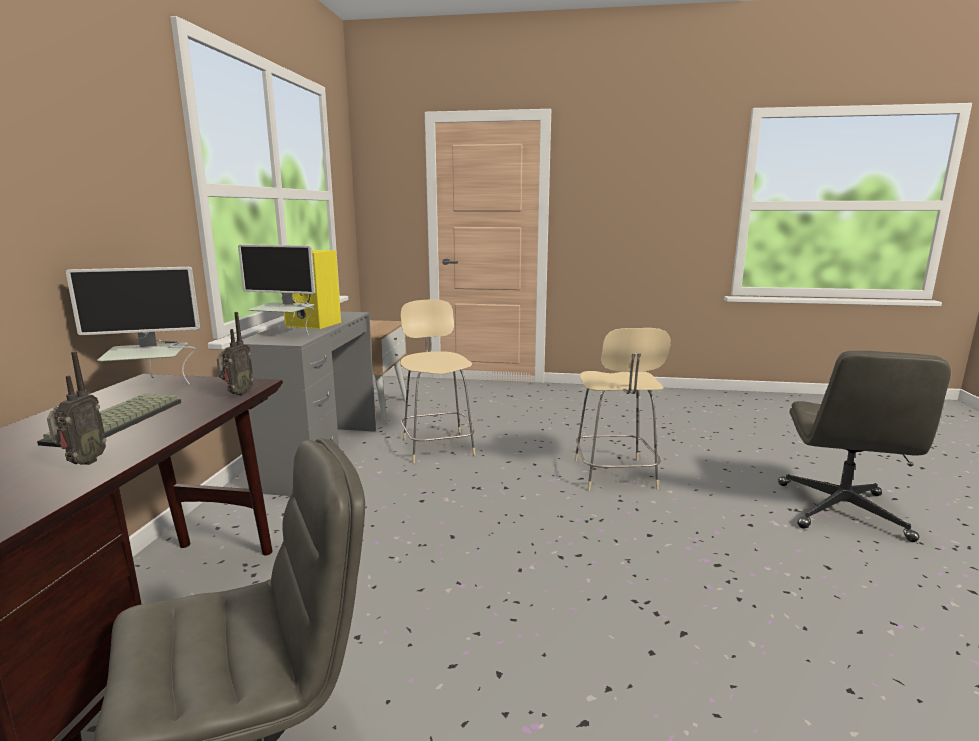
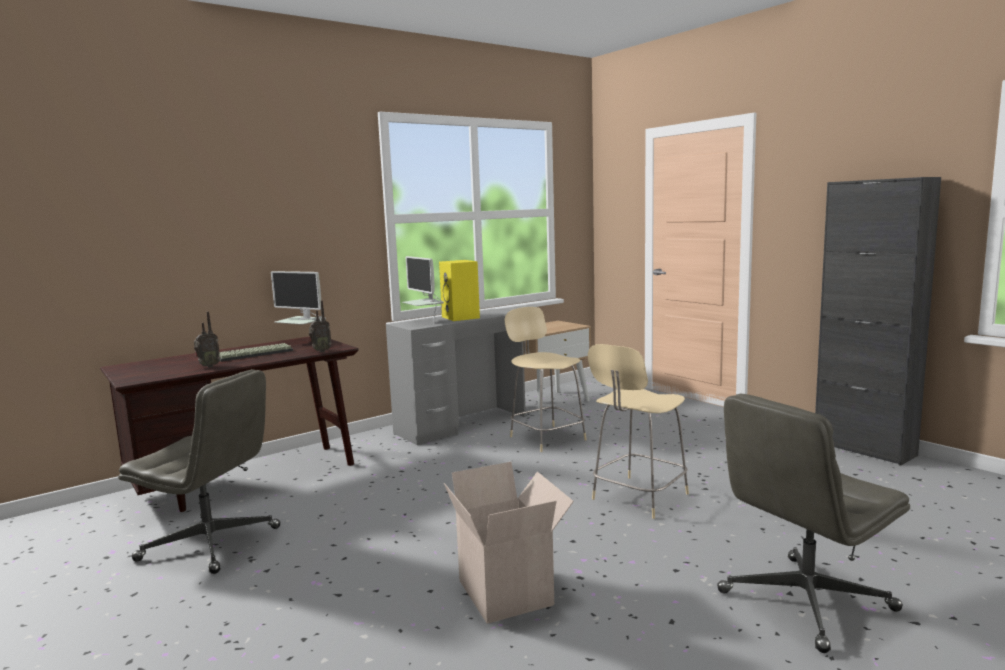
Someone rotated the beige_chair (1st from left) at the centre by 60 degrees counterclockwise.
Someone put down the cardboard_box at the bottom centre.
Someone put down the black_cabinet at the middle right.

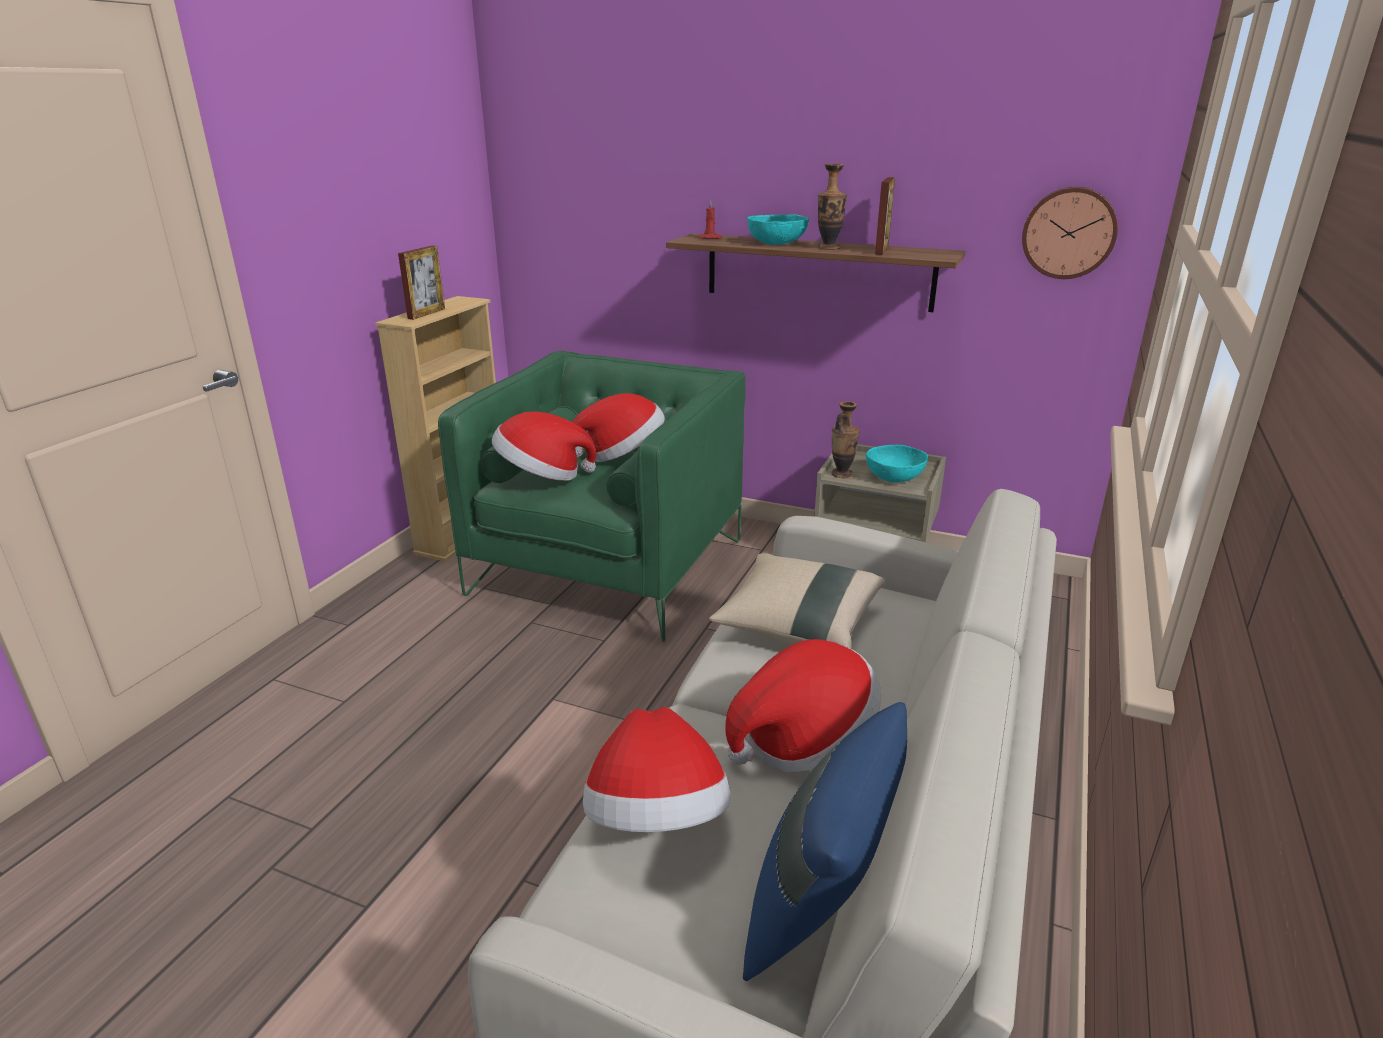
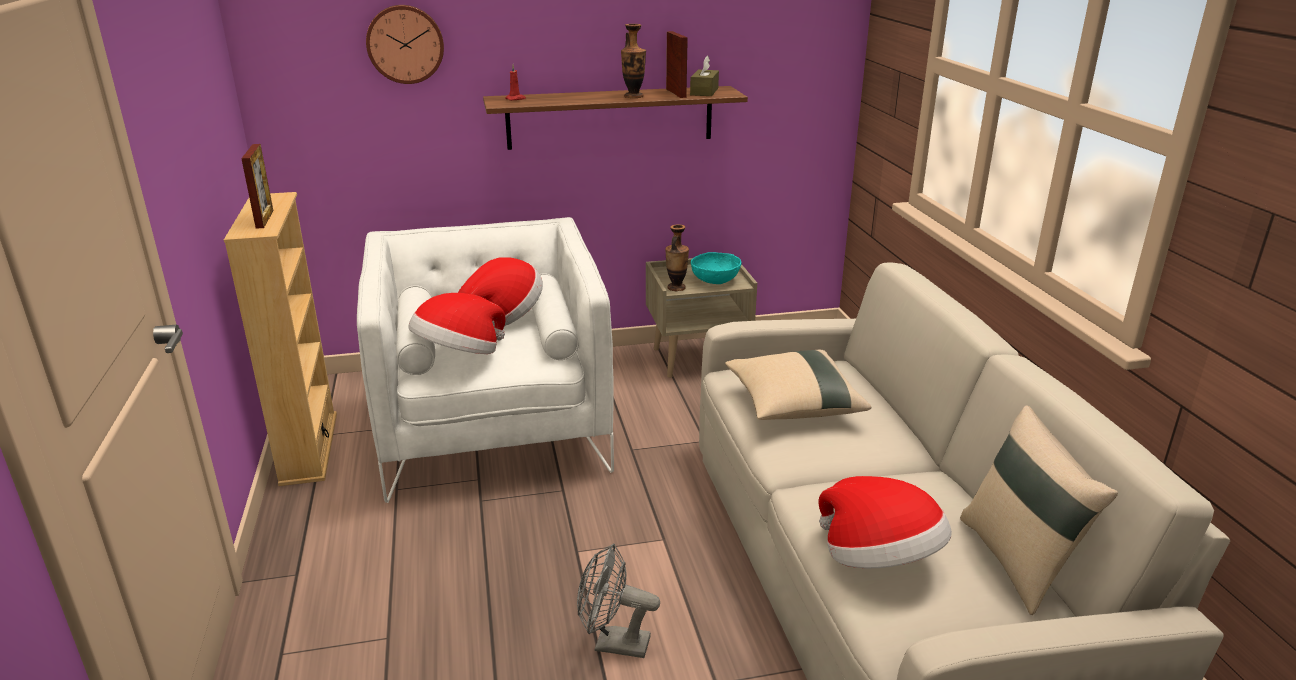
Someone repainted the green_armchair at the centre, which became the white_armchair at the centre.
Someone took away the hat (4th from left) at the bottom centre.
Someone repainted the blue_pillow at the bottom centre, which became the beige_pillow (2nd from left) at the bottom right.
Someone took away the turquoise_bowl (1st from left) at the top centre.
Someone carried the wall_clock from the top right to the top left.
Someone put down the grey_fan at the bottom centre.
Someone put down the brown_tissue_box at the top centre.

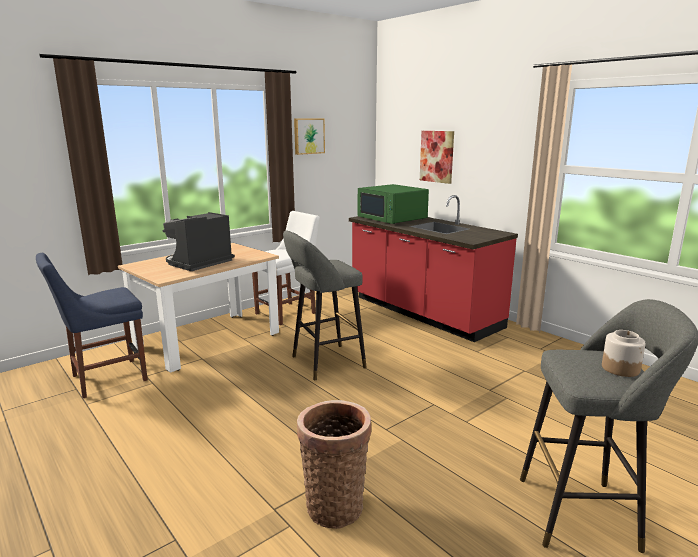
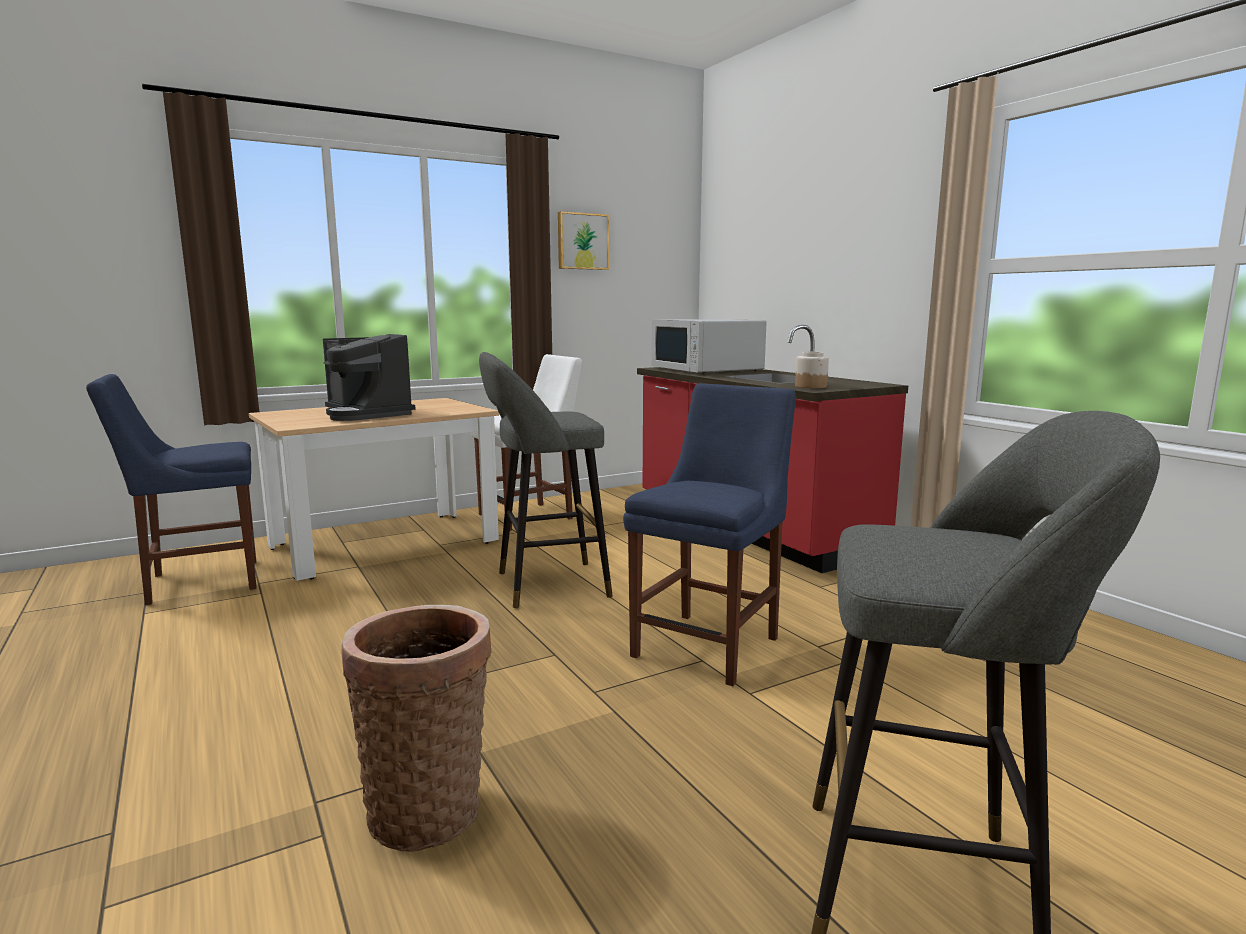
Someone rotated the coffee_machine at the middle left by 90 degrees counterclockwise.
Someone repainted the green_microwave at the centre, which became the white_microwave at the centre.
Someone took away the picture (2nd from left) at the top centre.
Someone carried the jar from the middle right to the centre.
Someone put down the blue_chair (2nd from left) at the centre.

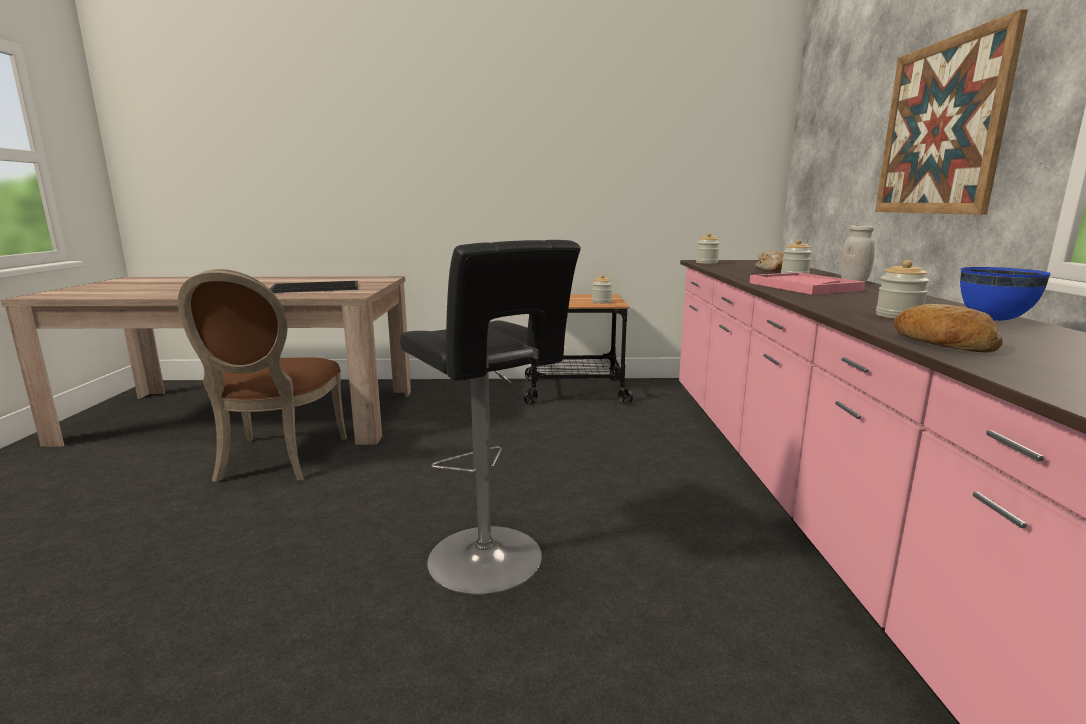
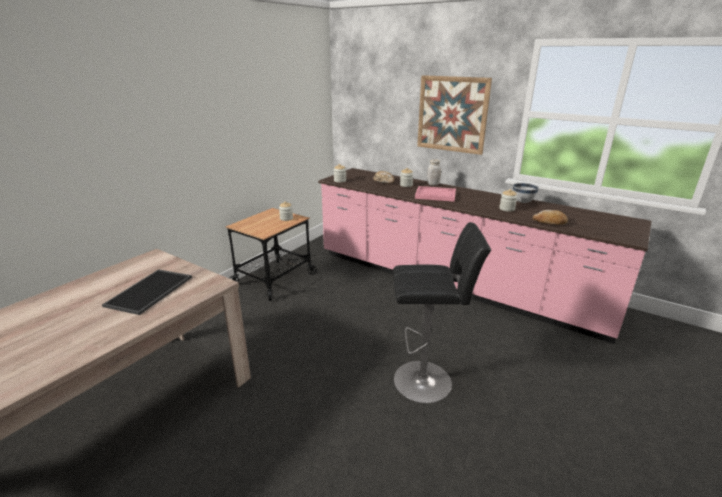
Someone took away the brown_chair at the middle left.
Someone repainted the blue_bowl at the middle right, which became the white_bowl at the middle right.

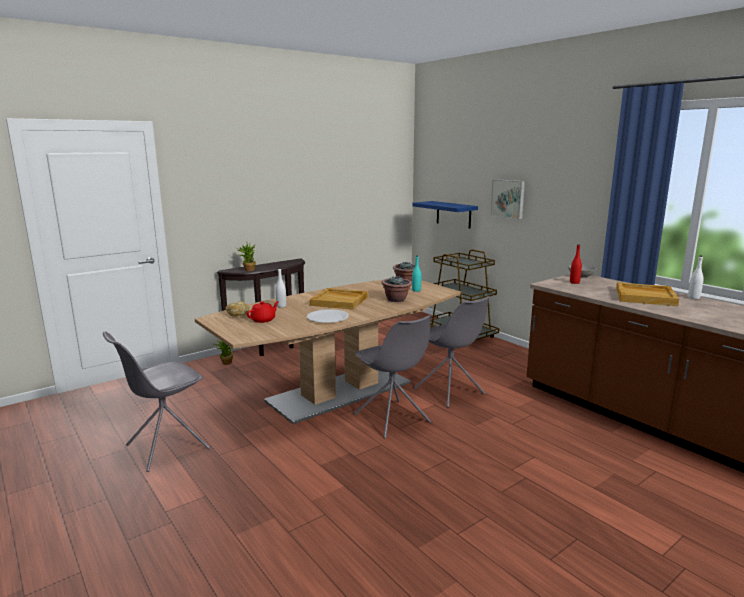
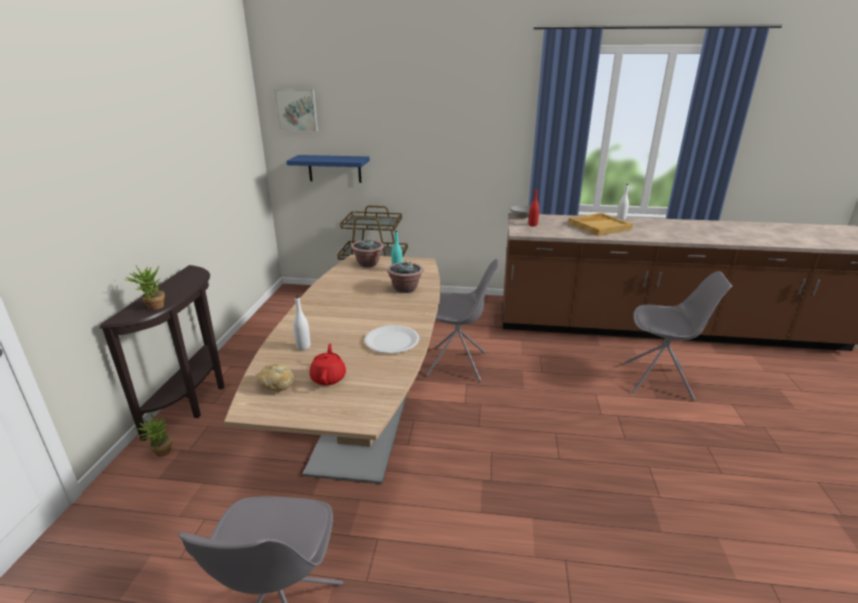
Someone took away the beige_tray (1st from left) at the centre.
Someone carried the grey_chair (2nd from left in the first image) from the centre to the middle right.
Someone carried the picture from the middle right to the top centre.

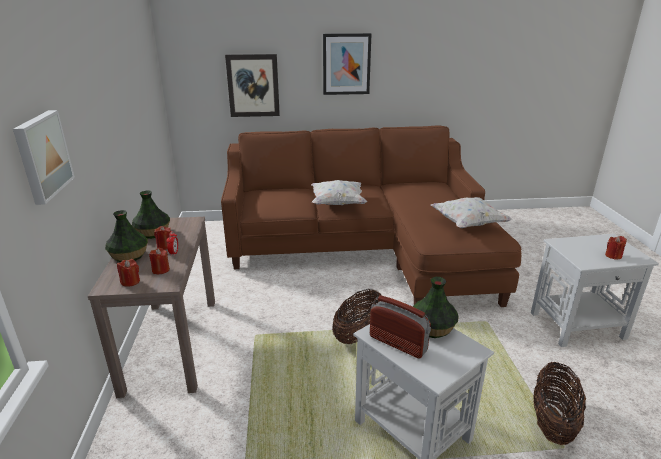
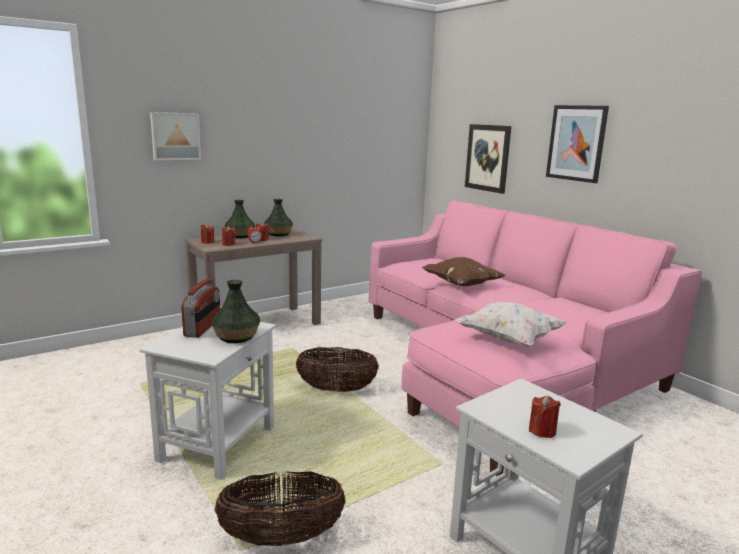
Someone repainted the brown_sofa at the centre, which became the pink_sofa at the middle right.
Someone repainted the white_pillow (1st from left) at the centre, which became the brown_pillow at the centre.

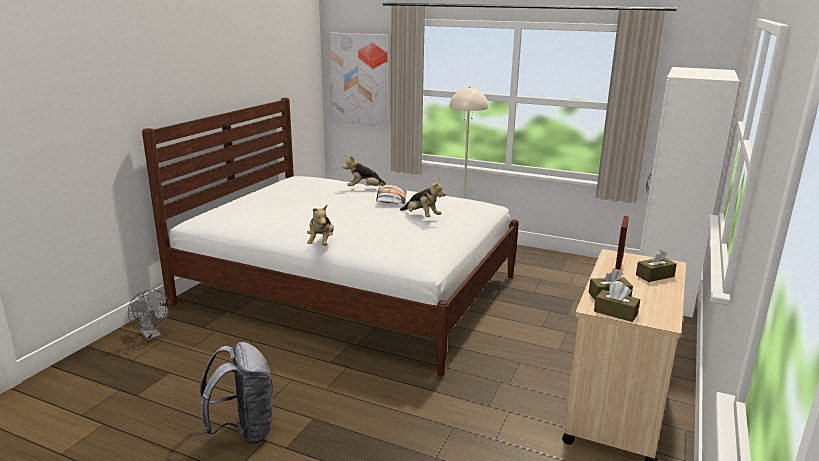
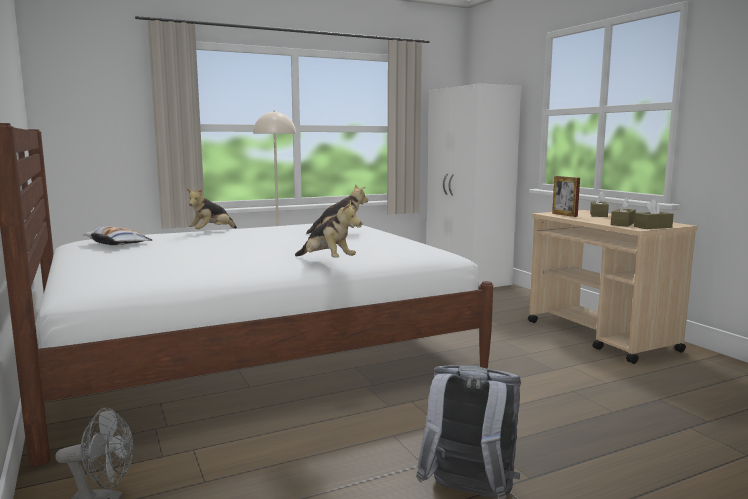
Someone took away the picture at the top centre.
Someone carried the pillow from the centre to the middle left.

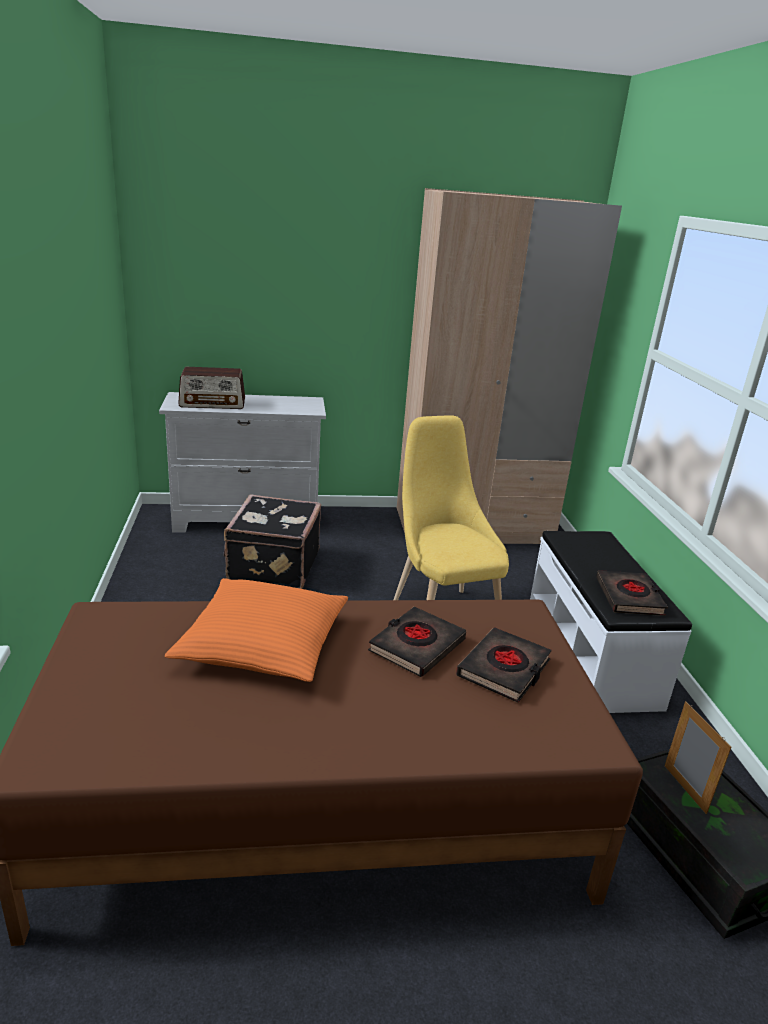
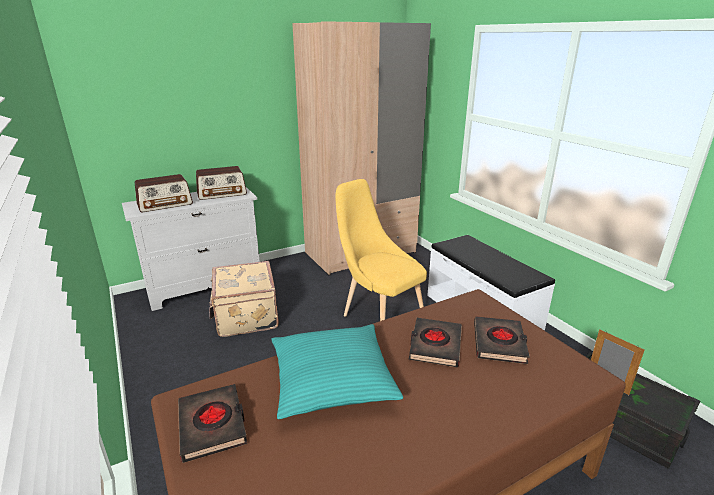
Someone repainted the orange_pillow at the centre, which became the turquoise_pillow at the bottom centre.
Someone repainted the black_suitcase at the centre, which became the beige_suitcase at the centre.
Someone carried the black_book (3rd from left in the first image) from the middle right to the bottom left.
Someone put down the radio (2nd from left) at the middle left.

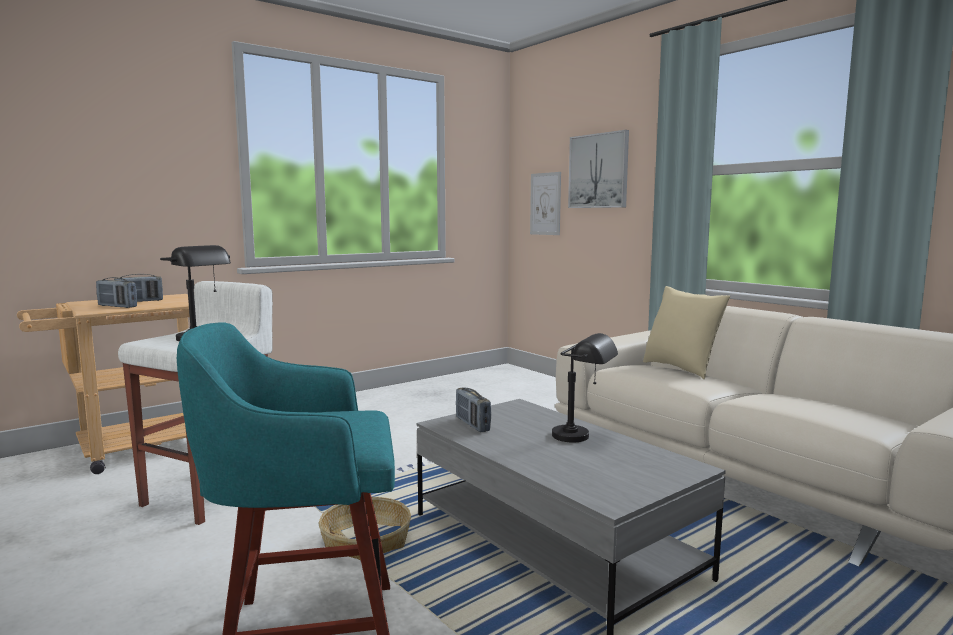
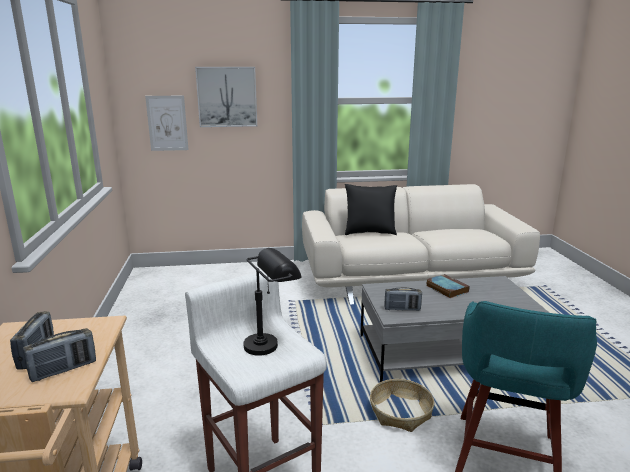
Someone swapped the black_table_lamp (2nd from left) at the centre for the book at the middle right.
Someone repainted the beige_pillow at the middle right, which became the black_pillow at the centre.

